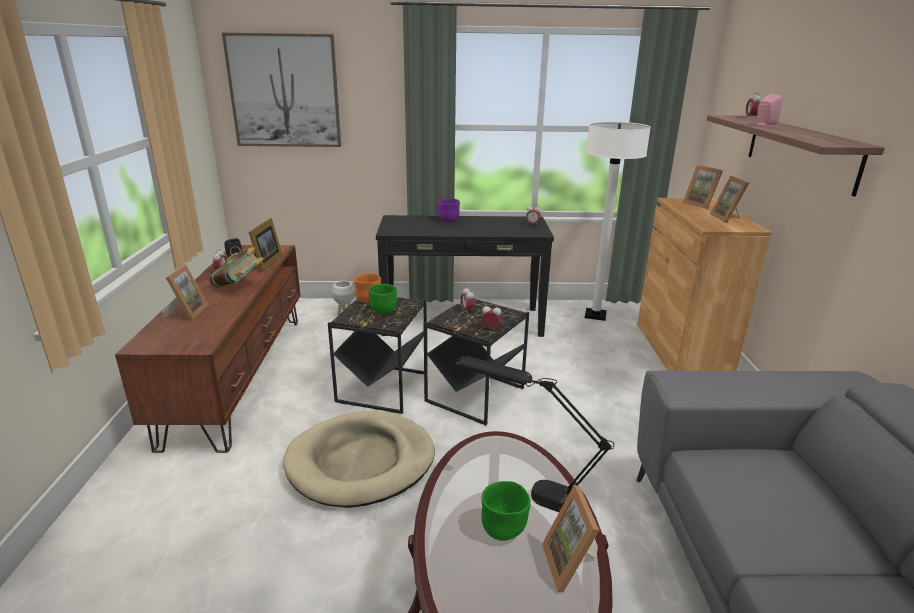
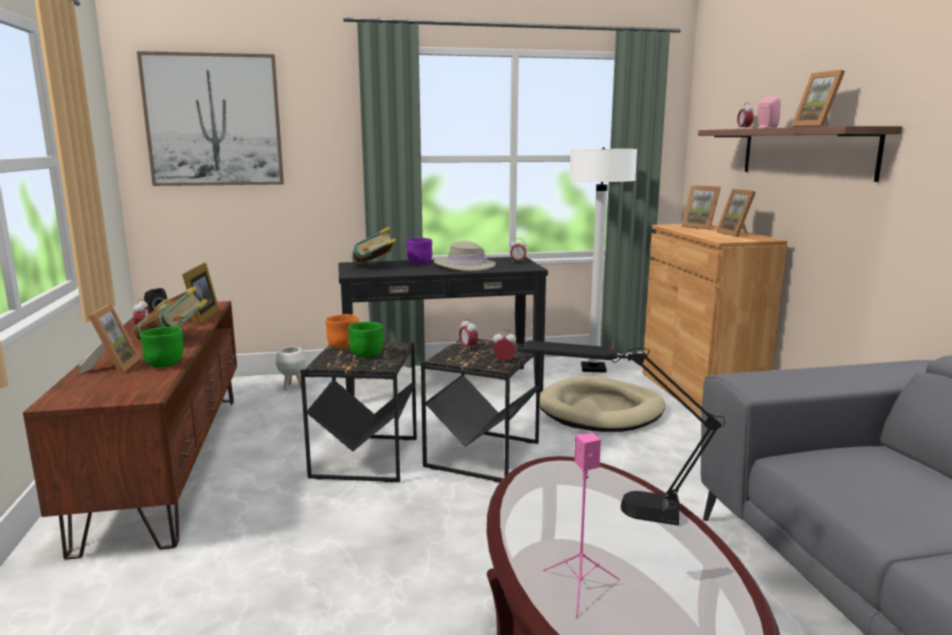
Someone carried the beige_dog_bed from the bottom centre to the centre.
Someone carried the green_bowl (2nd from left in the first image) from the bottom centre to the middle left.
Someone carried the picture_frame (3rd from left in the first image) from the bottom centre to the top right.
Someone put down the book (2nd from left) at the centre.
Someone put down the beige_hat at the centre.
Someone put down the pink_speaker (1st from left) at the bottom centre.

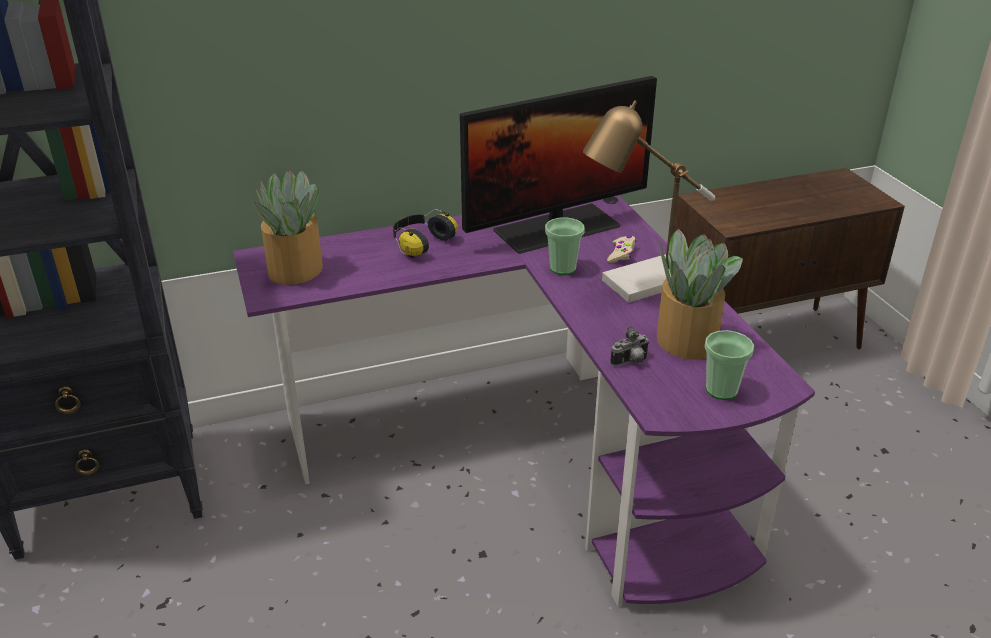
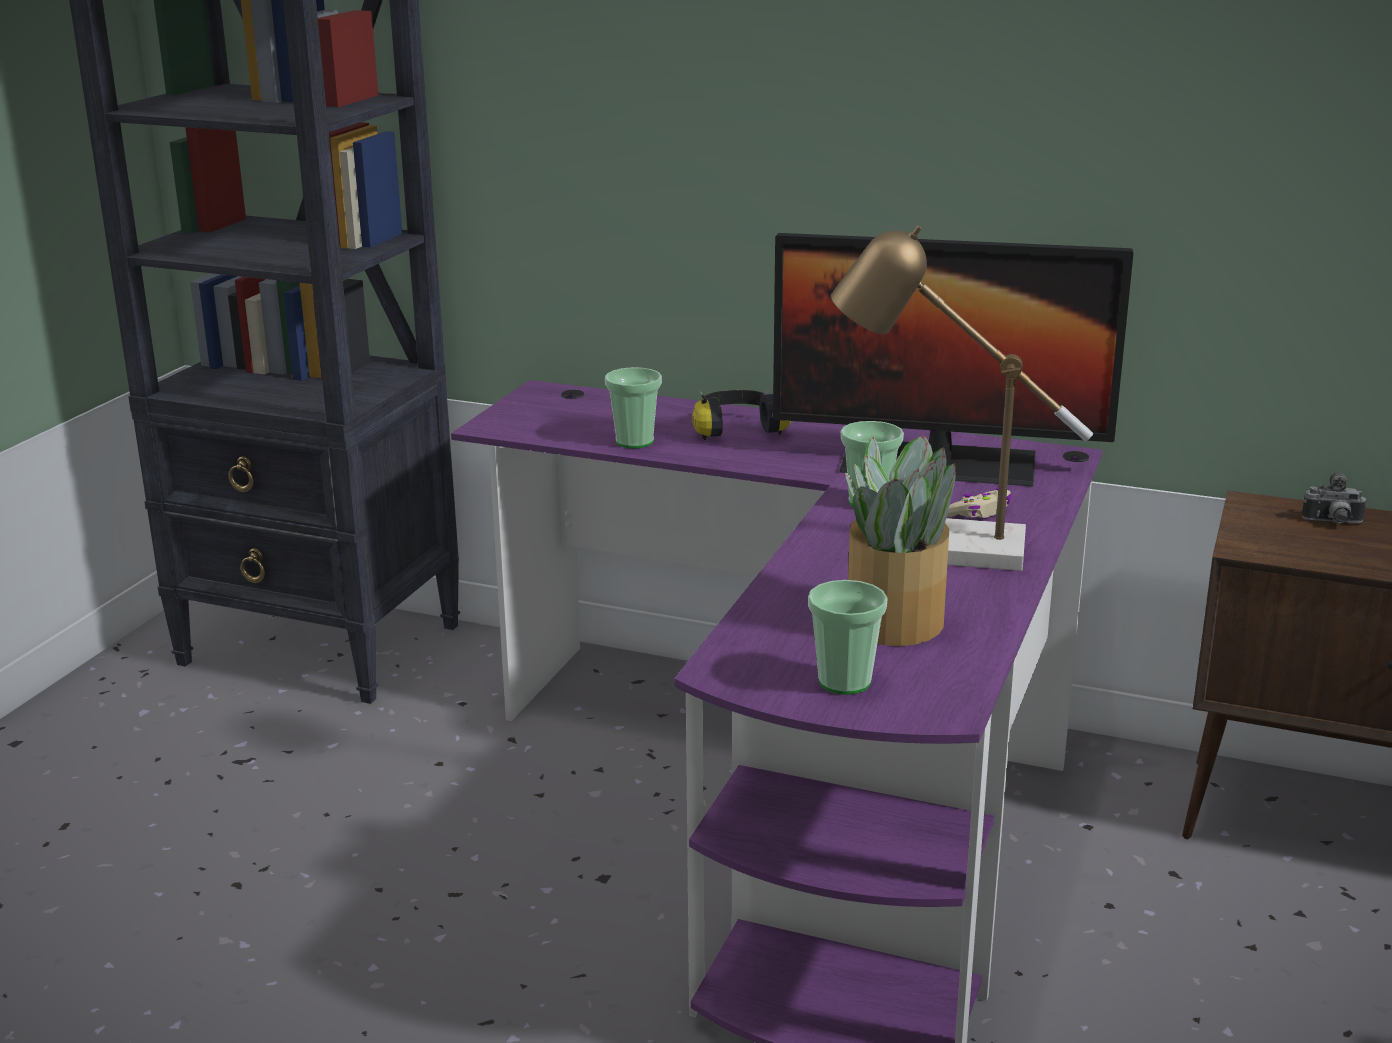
Someone took away the potted_plant (1st from left) at the middle left.
Someone carried the photo_camera from the centre to the middle right.
Someone put down the cup (1st from left) at the centre.

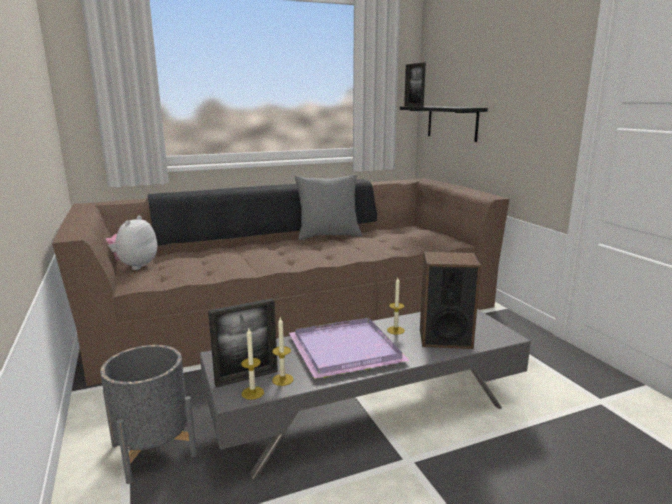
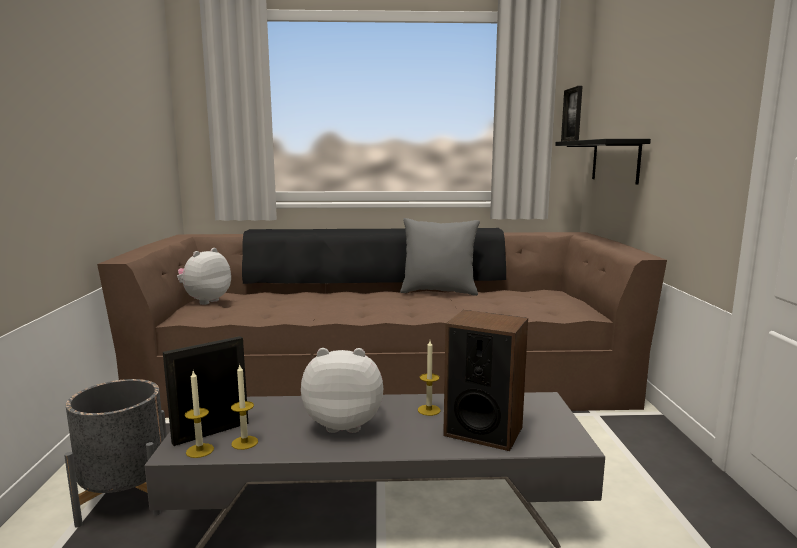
Someone rotated the picture_frame (1st from left) at the bottom centre by 150 degrees clockwise.
Someone swapped the purple_tray at the bottom centre for the plush_toy (2nd from left) at the bottom centre.

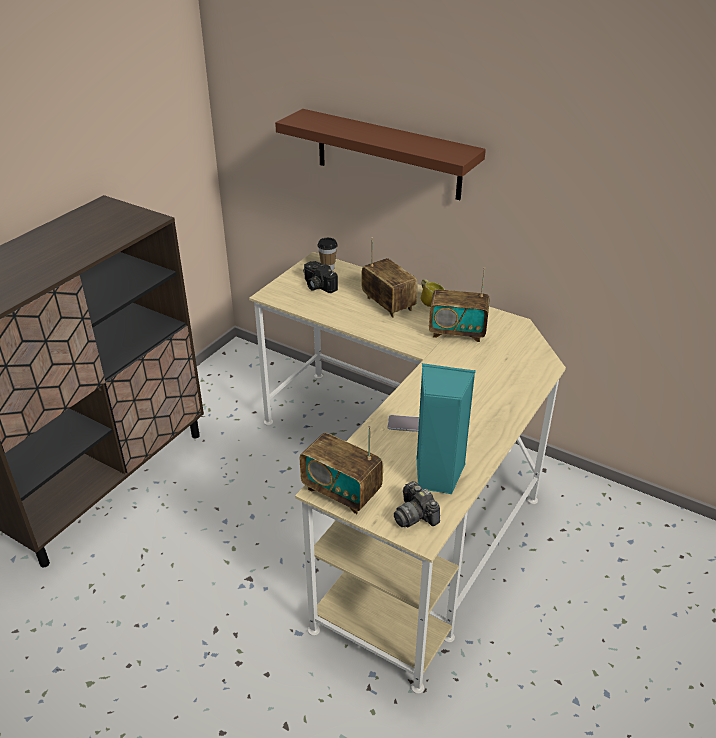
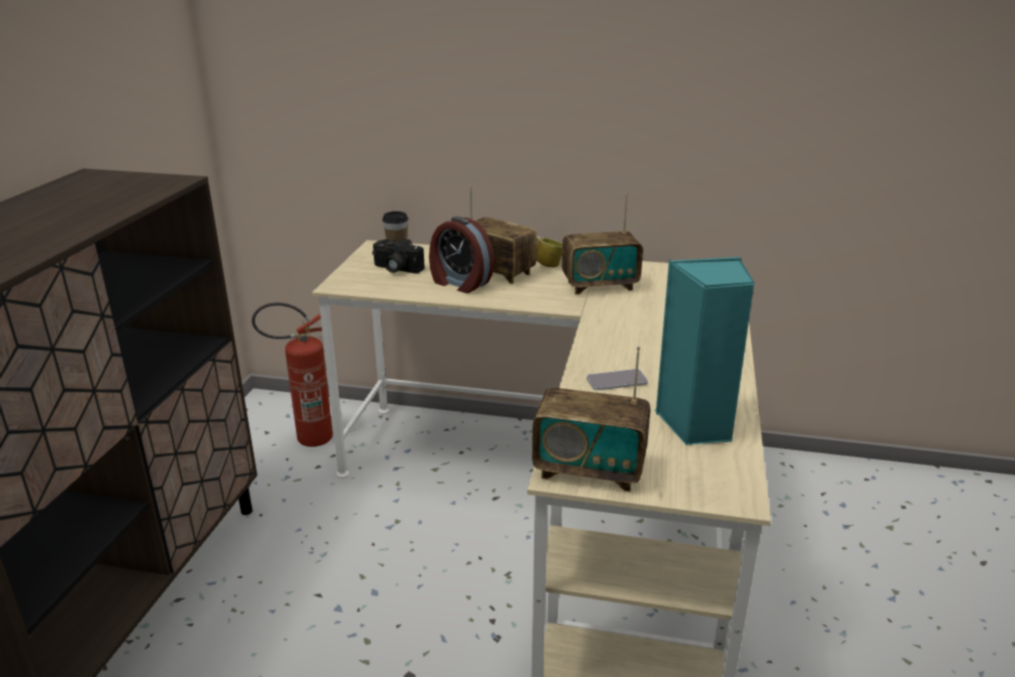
Someone took away the brown_shelf at the top centre.
Someone took away the photo_camera (2nd from left) at the bottom centre.
Someone put down the fire_extinguisher at the middle left.
Someone put down the alarm_clock at the centre.

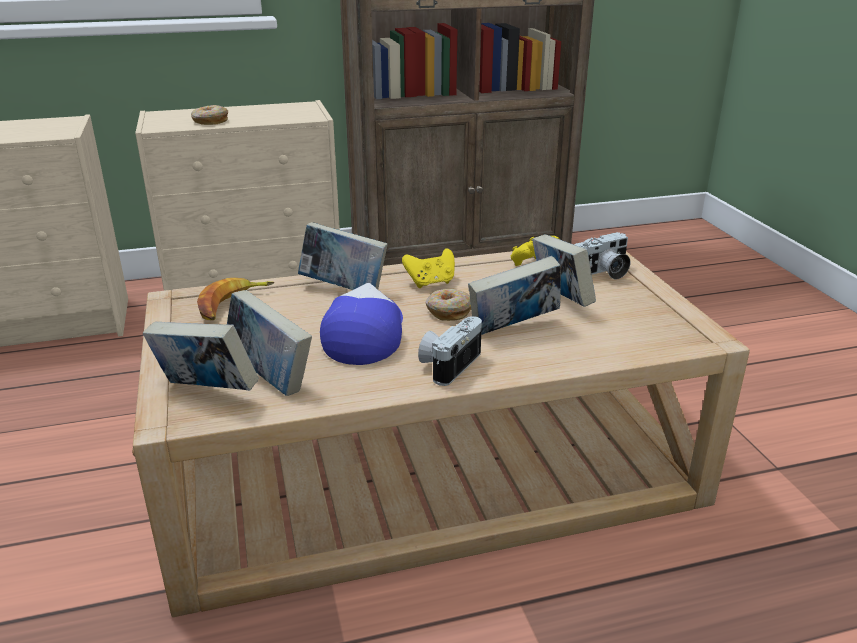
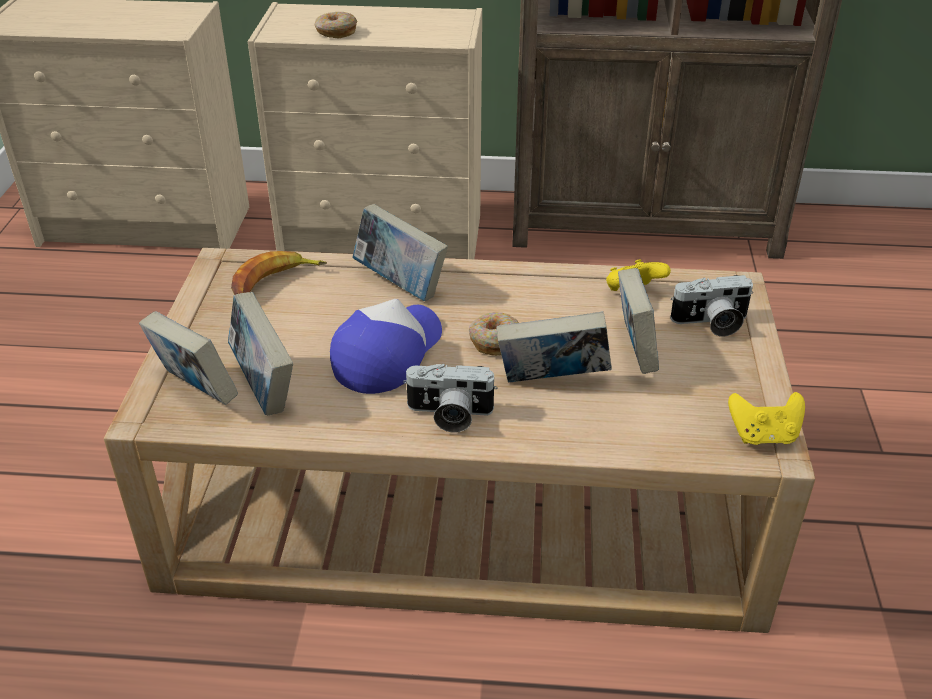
Someone carried the yellow_game_controller (1st from left in the first image) from the centre to the middle right.
Someone rotated the photo_camera (1st from left) at the centre by 135 degrees counterclockwise.

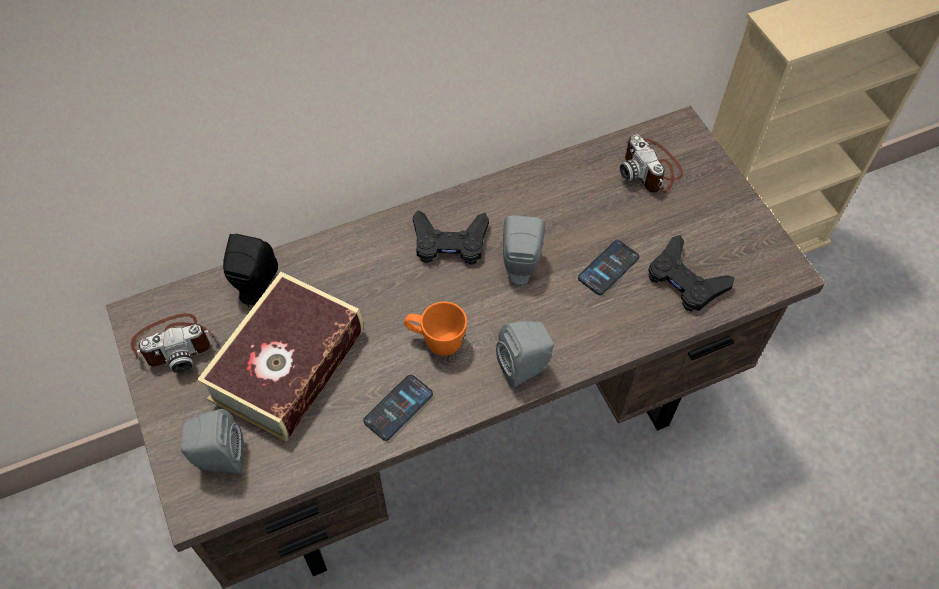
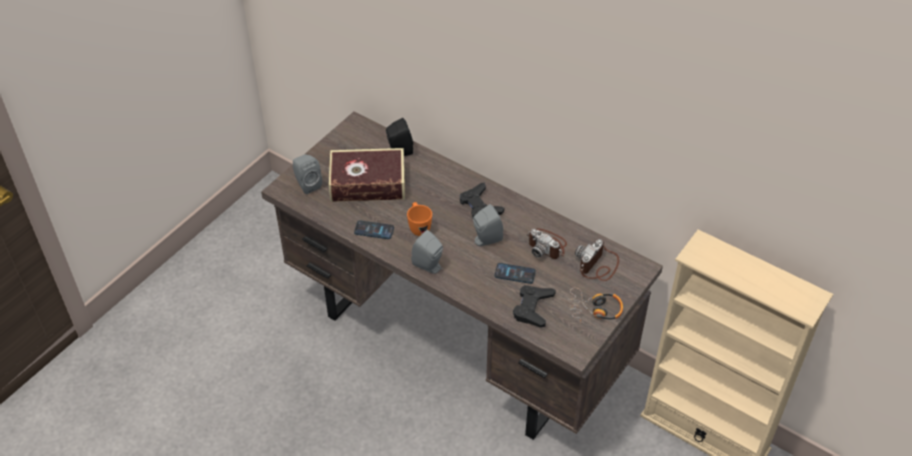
Someone carried the photo_camera (1st from left) from the middle left to the centre.
Someone put down the headphones at the bottom centre.

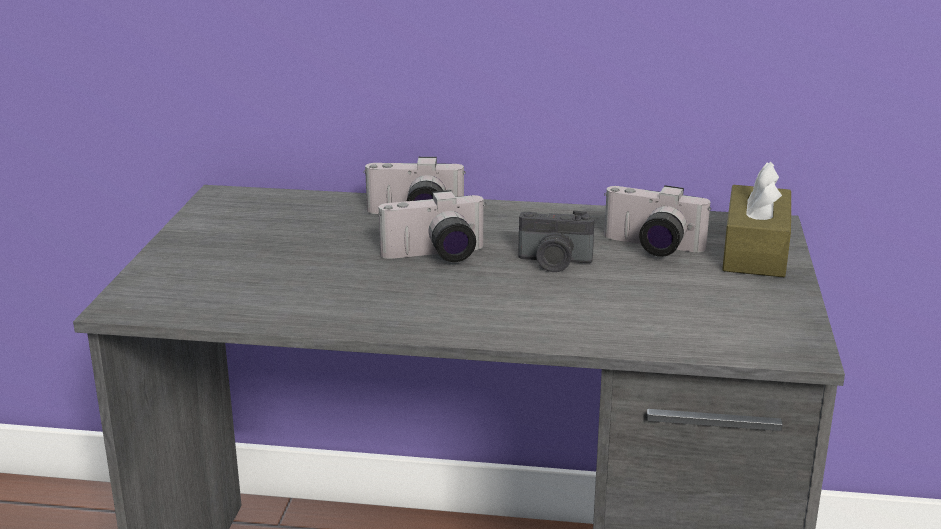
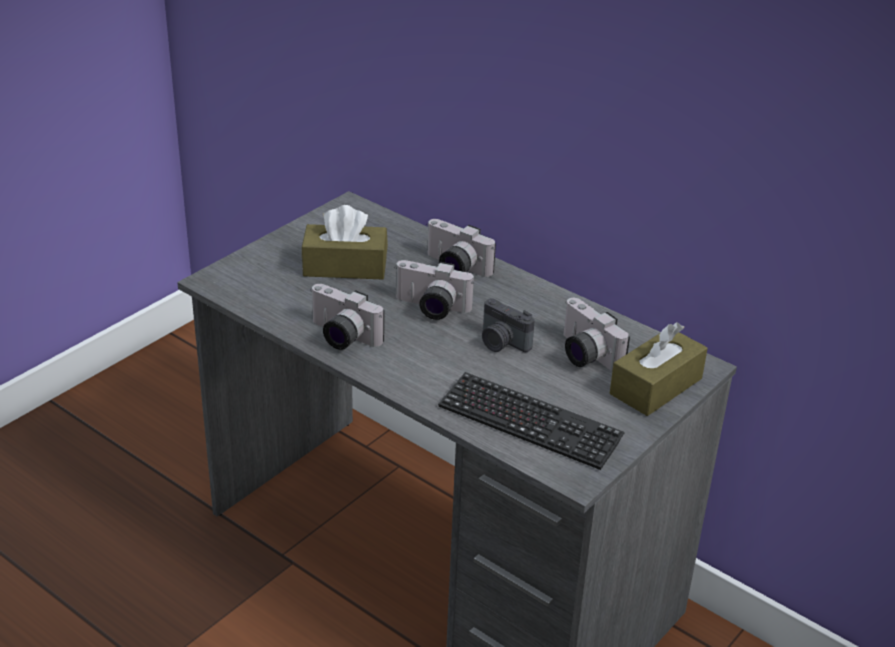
Someone put down the brown_tissue_box (1st from left) at the centre.
Someone put down the photo_camera (1st from left) at the centre.
Someone put down the keyboard at the centre.

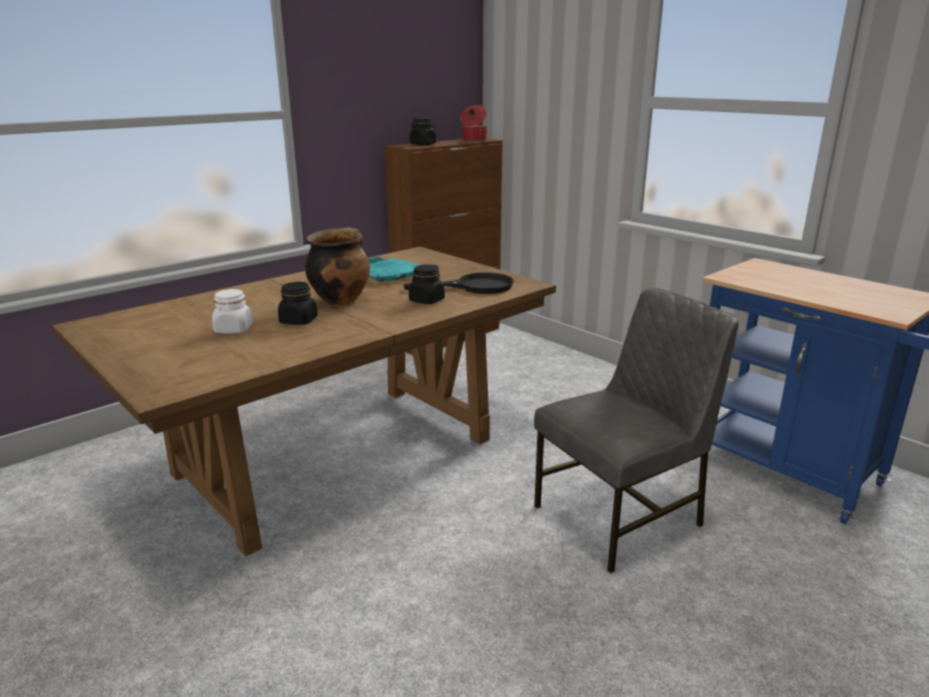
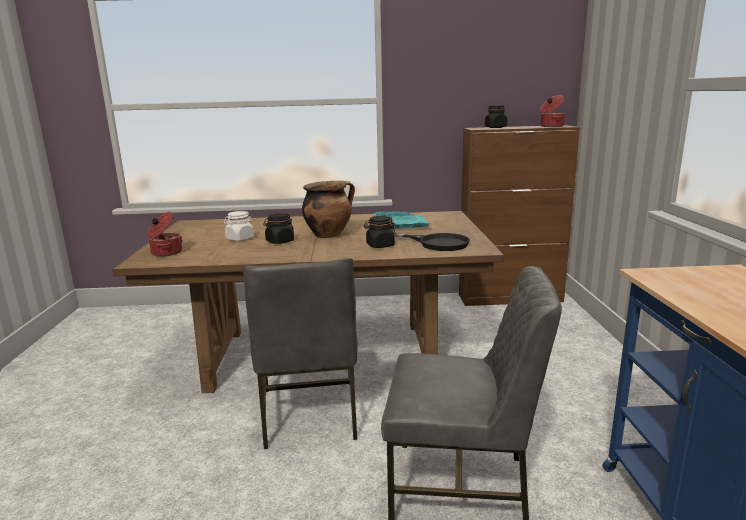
Someone put down the cooking_pot (1st from left) at the middle left.
Someone put down the grey_chair (1st from left) at the bottom centre.

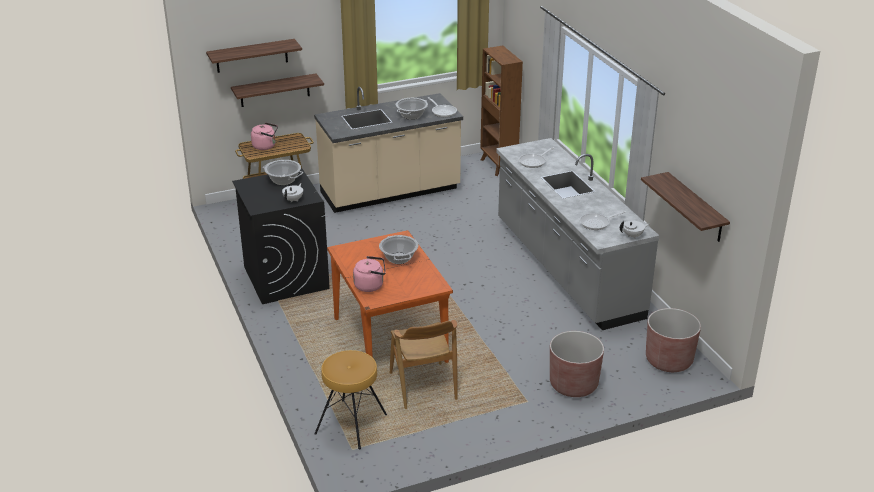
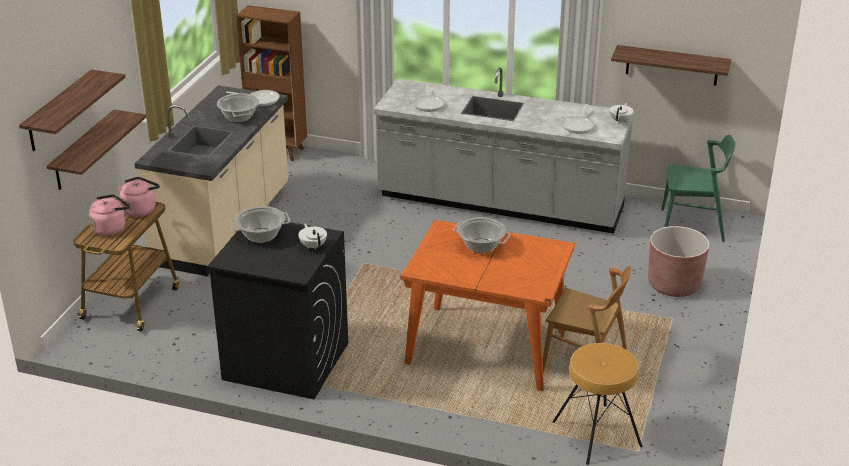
Someone carried the pink_kettle (2nd from left) from the centre to the middle left.
Someone swapped the brown_planter (2nd from left) at the bottom right for the green_chair at the middle right.

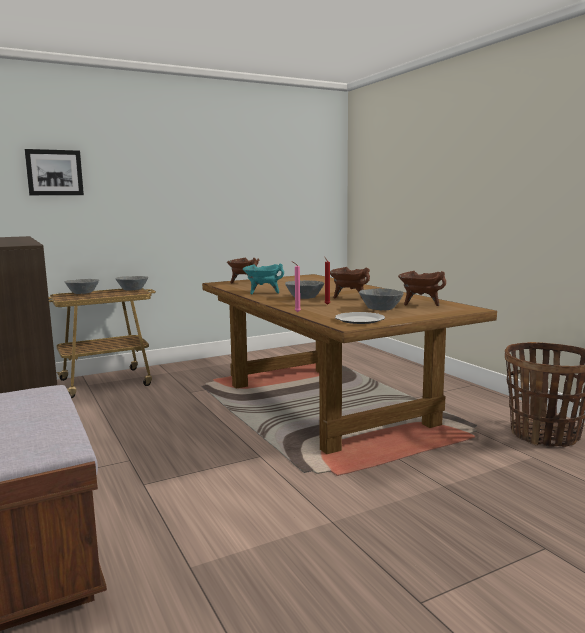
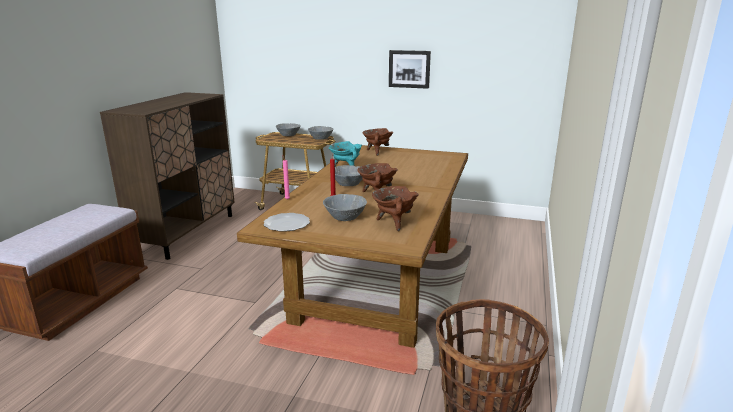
Someone carried the picture from the top left to the top centre.

